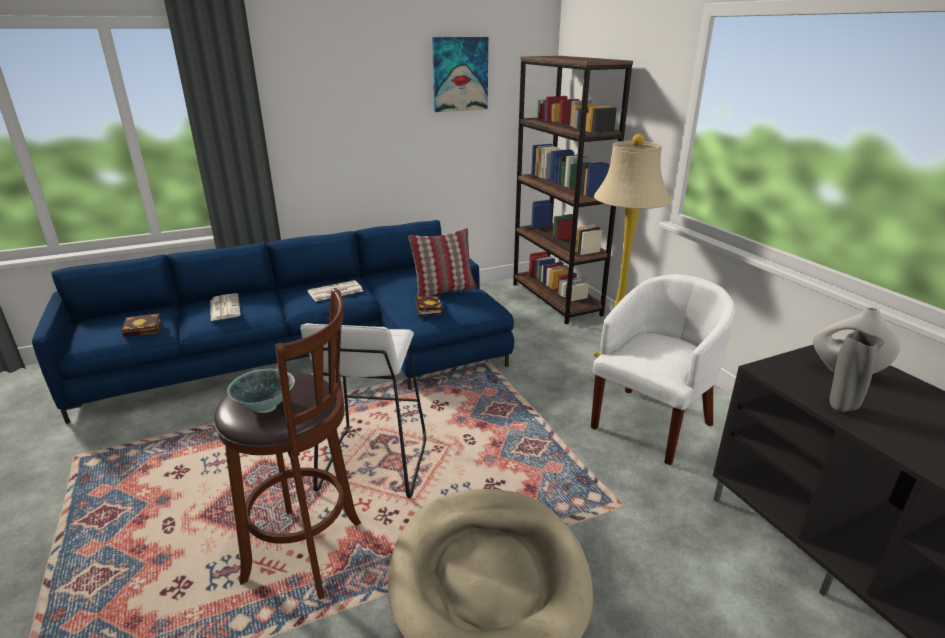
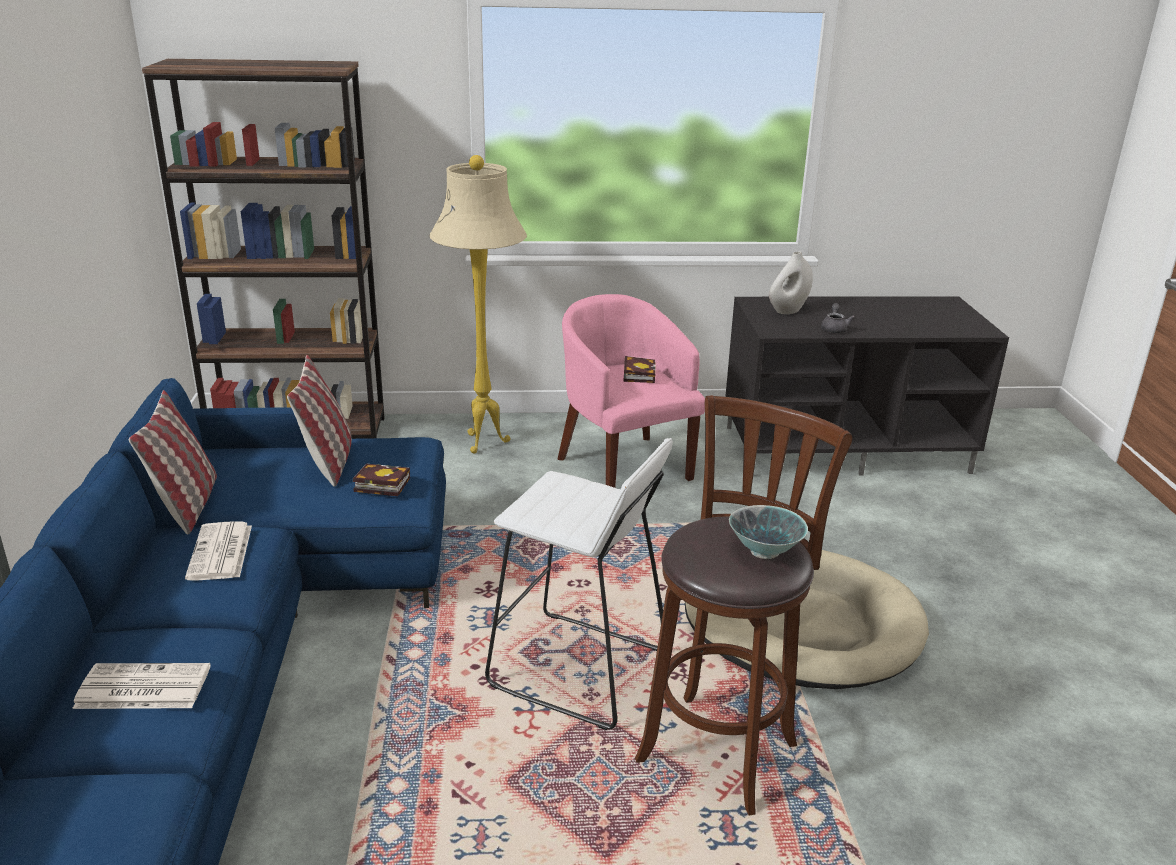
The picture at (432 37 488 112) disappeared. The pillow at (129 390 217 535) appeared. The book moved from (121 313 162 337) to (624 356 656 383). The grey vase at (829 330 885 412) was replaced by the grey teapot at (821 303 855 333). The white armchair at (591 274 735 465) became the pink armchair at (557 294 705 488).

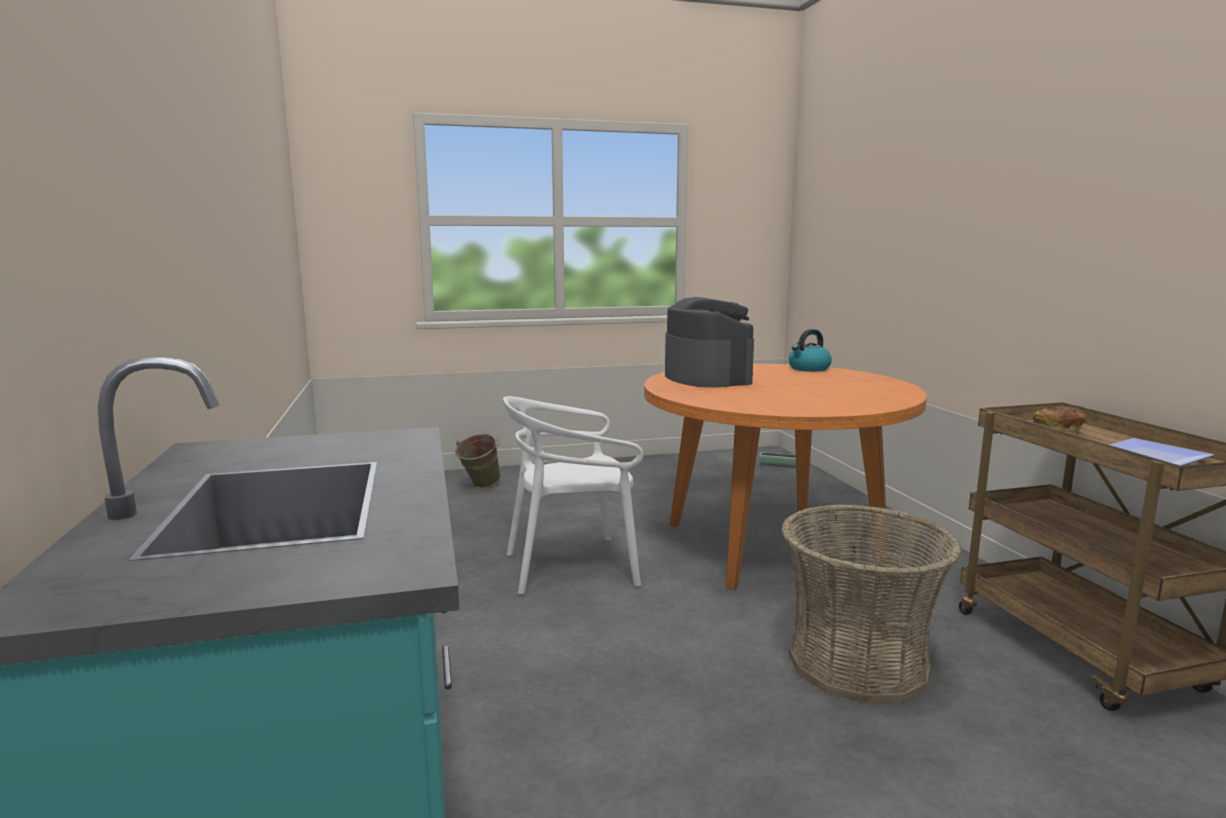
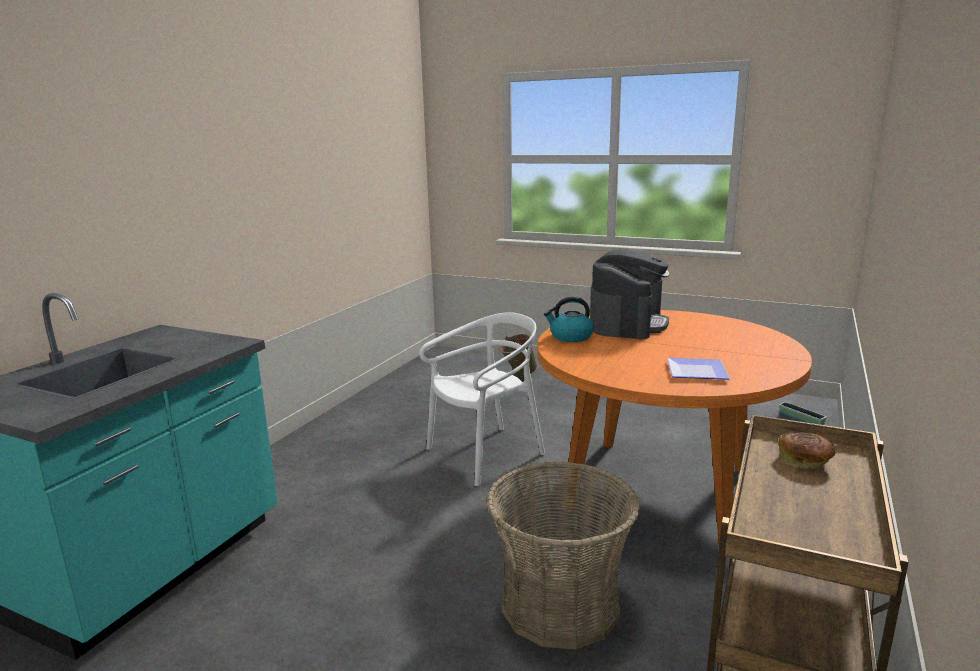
The kettle moved from (789 329 832 372) to (544 297 594 342). The plate moved from (1109 438 1214 466) to (667 358 730 380). The white chair at (503 396 644 595) turned 120 degrees clockwise.

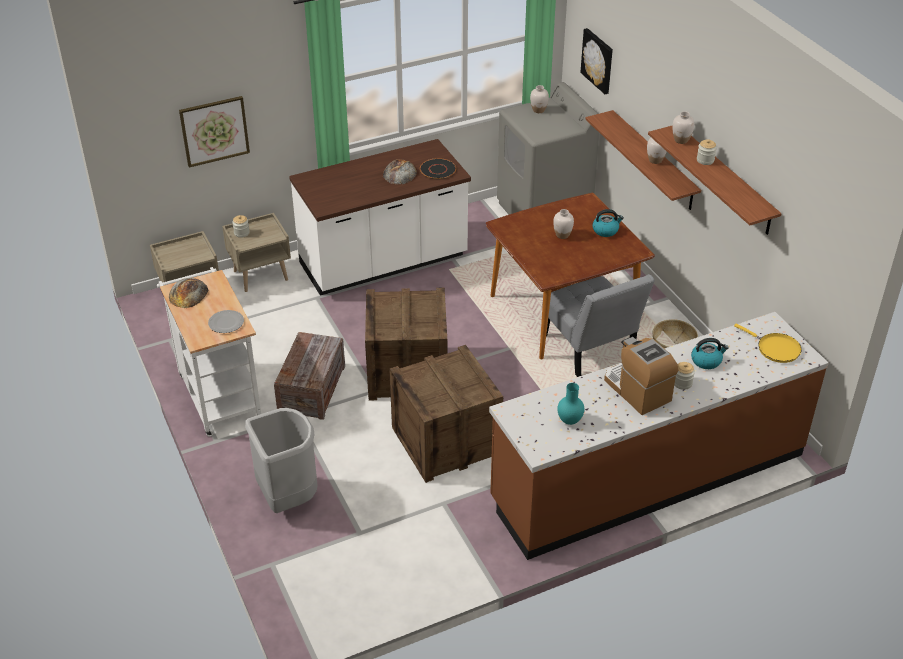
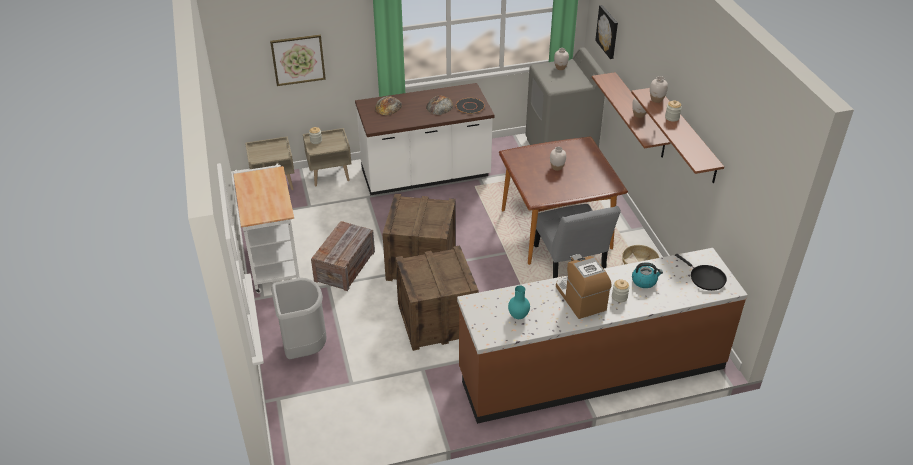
The plate at (208 310 244 333) disappeared. The kettle at (592 209 624 237) disappeared. The bread moved from (169 278 208 308) to (375 96 402 115). The yellow frying pan at (734 324 802 363) became the black frying pan at (675 254 727 291).

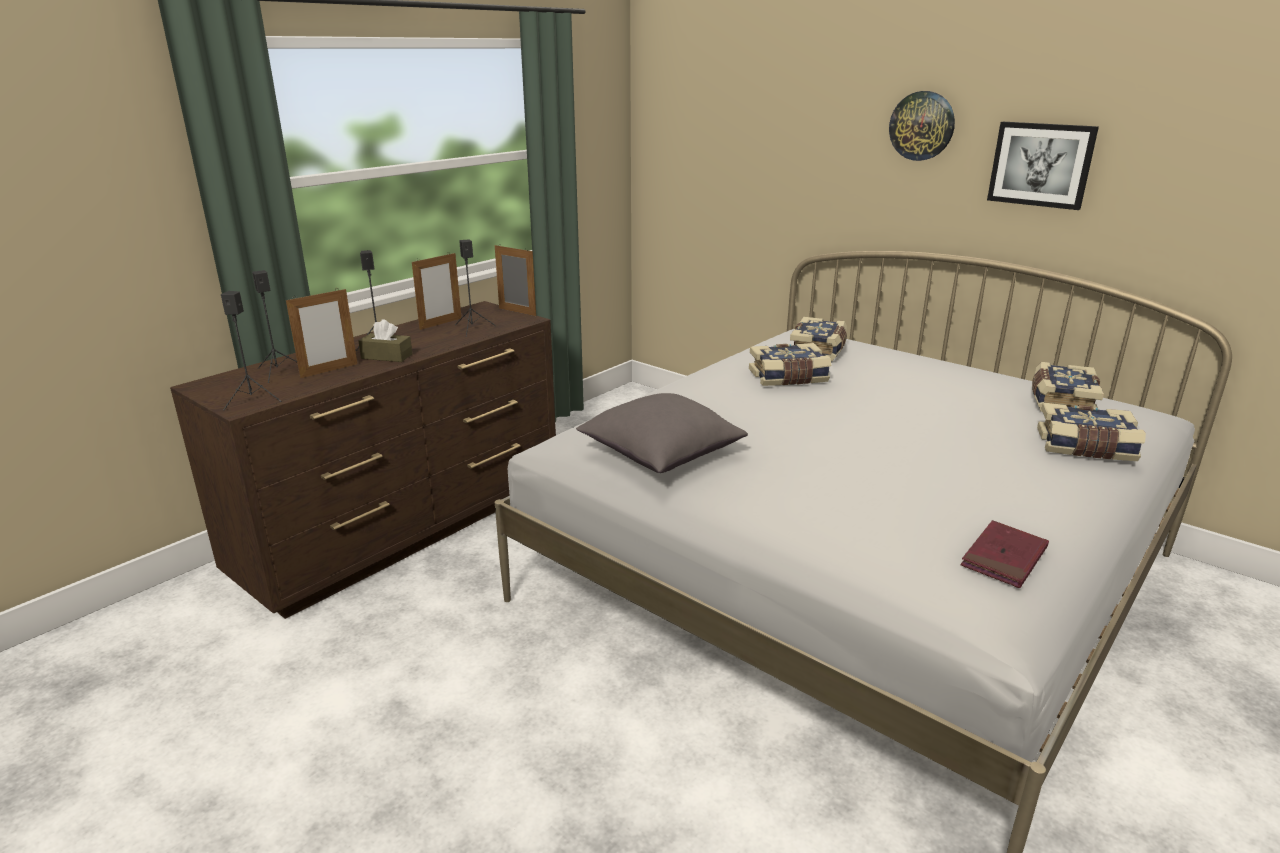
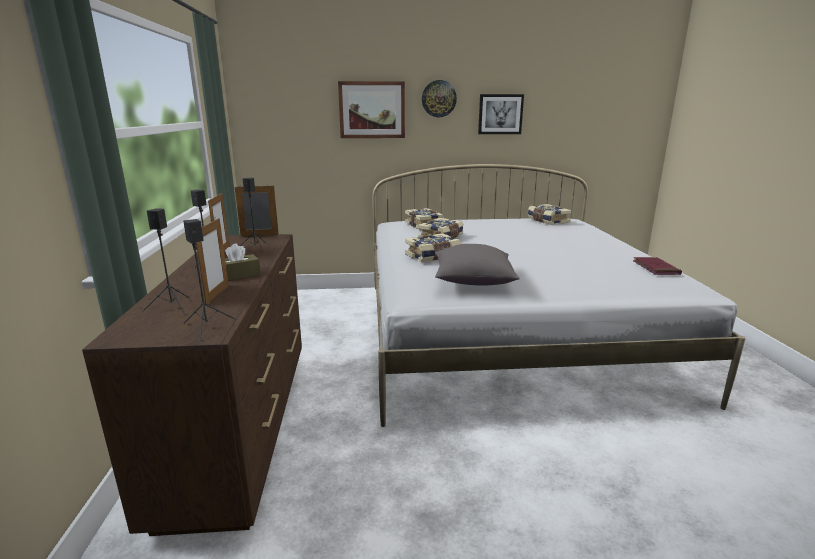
The picture at (338 81 405 138) appeared. The book moved from (1037 403 1146 461) to (405 233 461 262).

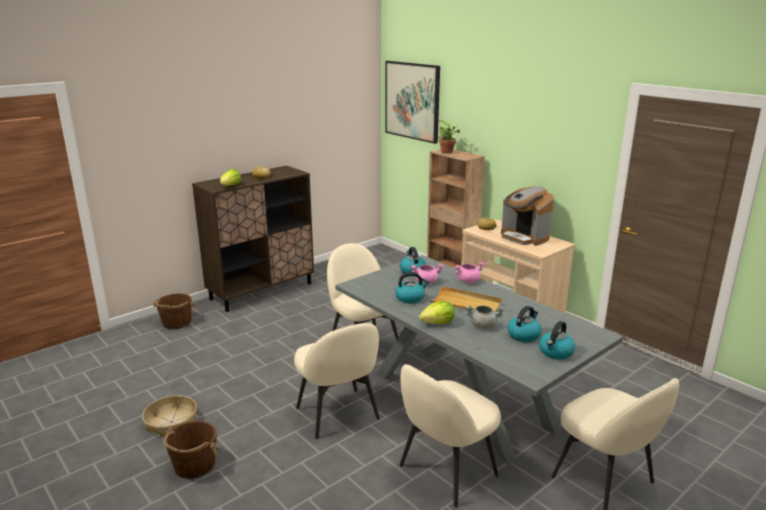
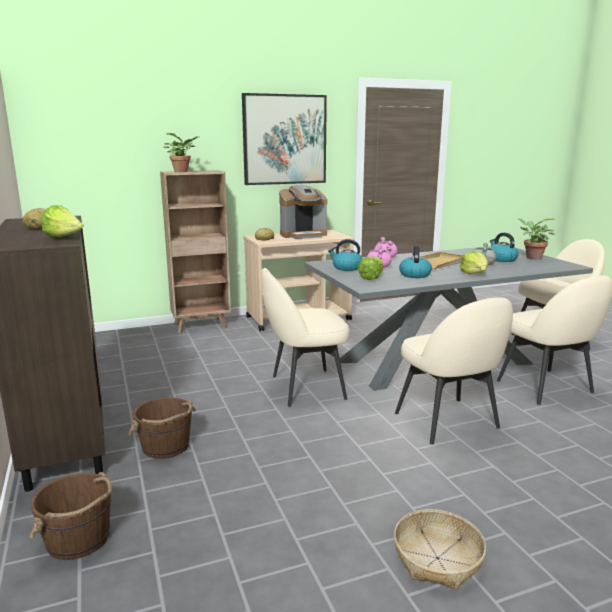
The lettuce at (358 257 383 280) appeared. The brown bucket moved from (163 421 218 479) to (128 397 196 459). The picture moved from (385 61 440 144) to (242 93 327 185). The kettle at (539 321 575 359) was replaced by the potted plant at (519 218 555 259). The beige chair at (294 323 380 439) turned 75 degrees clockwise.

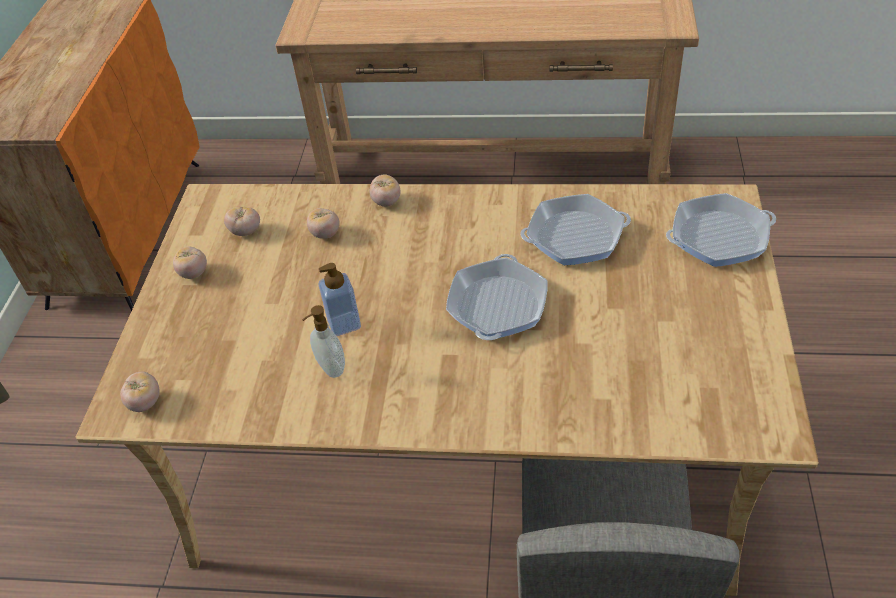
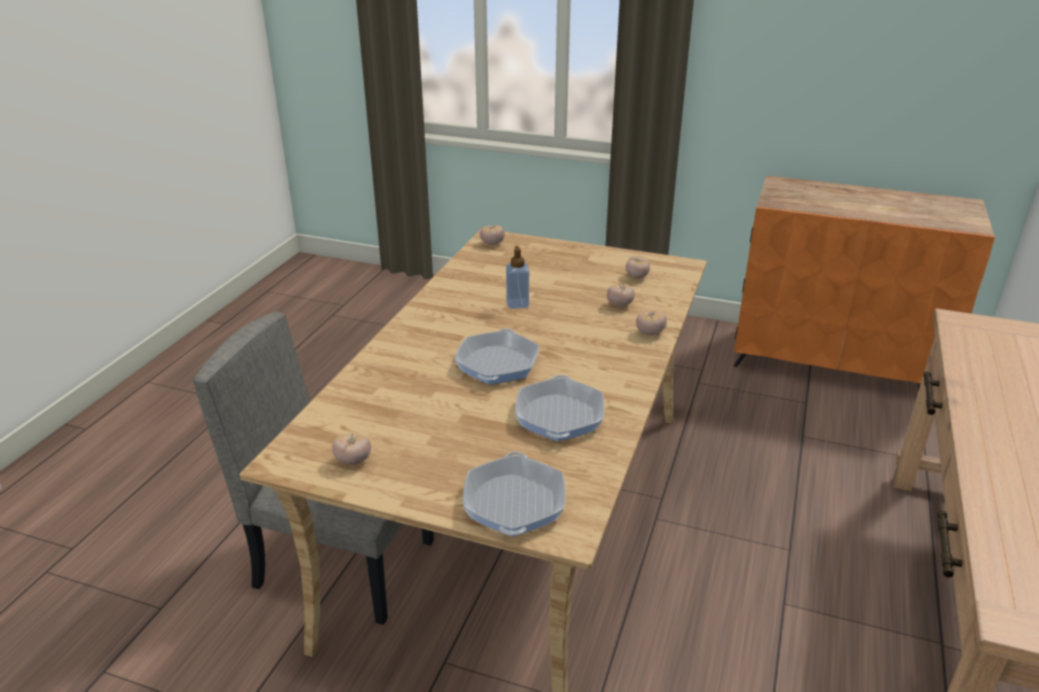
The soap dispenser at (302 305 345 378) disappeared. The tomato moved from (173 247 207 279) to (332 433 371 465). The frying pan at (446 254 547 340) turned 105 degrees counterclockwise.

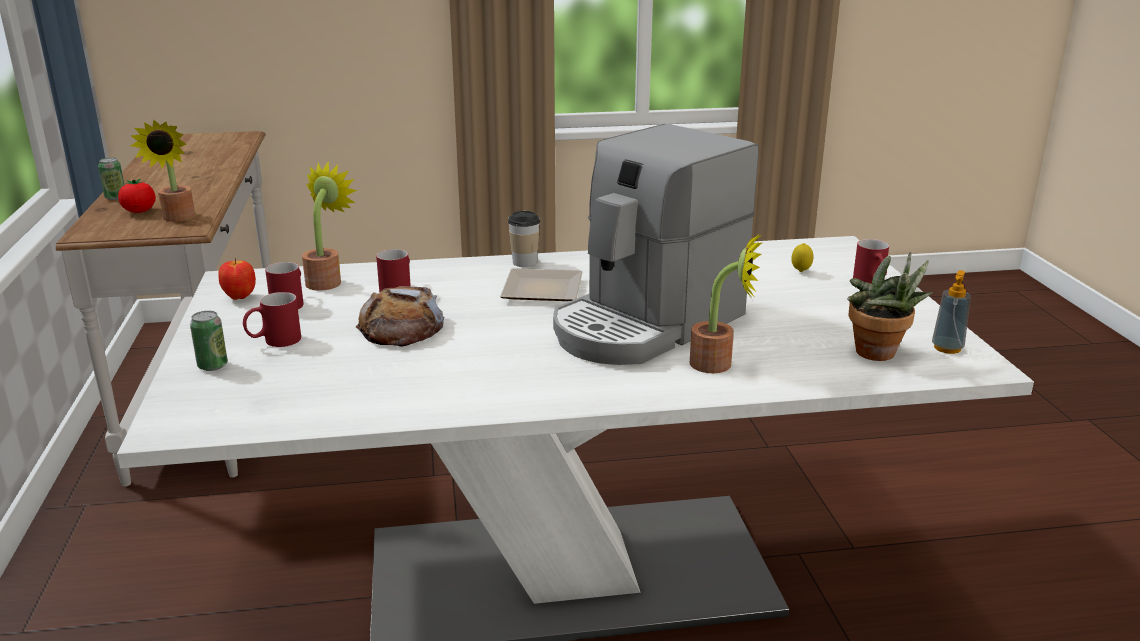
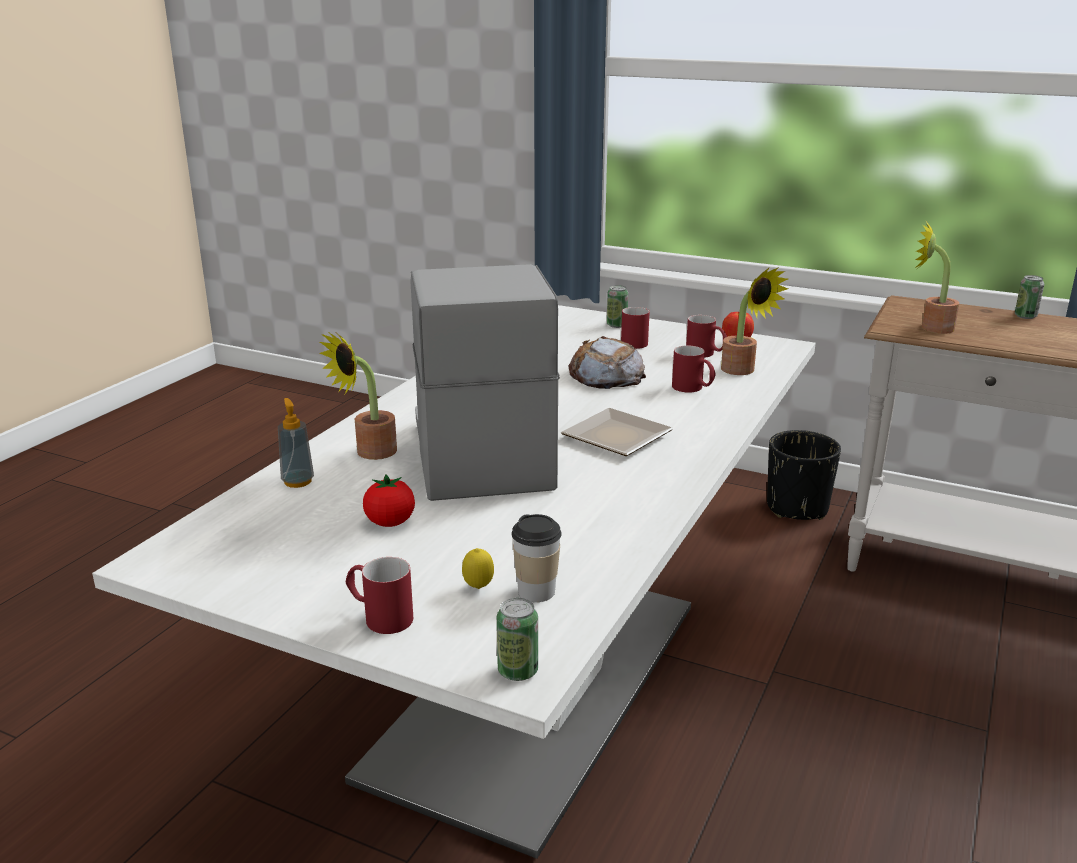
The potted plant at (848 252 933 361) disappeared. The can at (497 598 538 681) appeared. The black planter at (767 430 841 520) appeared. The tomato moved from (118 178 156 213) to (363 474 415 527). The cup moved from (508 211 540 267) to (511 514 562 602). The soap dispenser moved from (932 270 971 354) to (278 398 314 488).

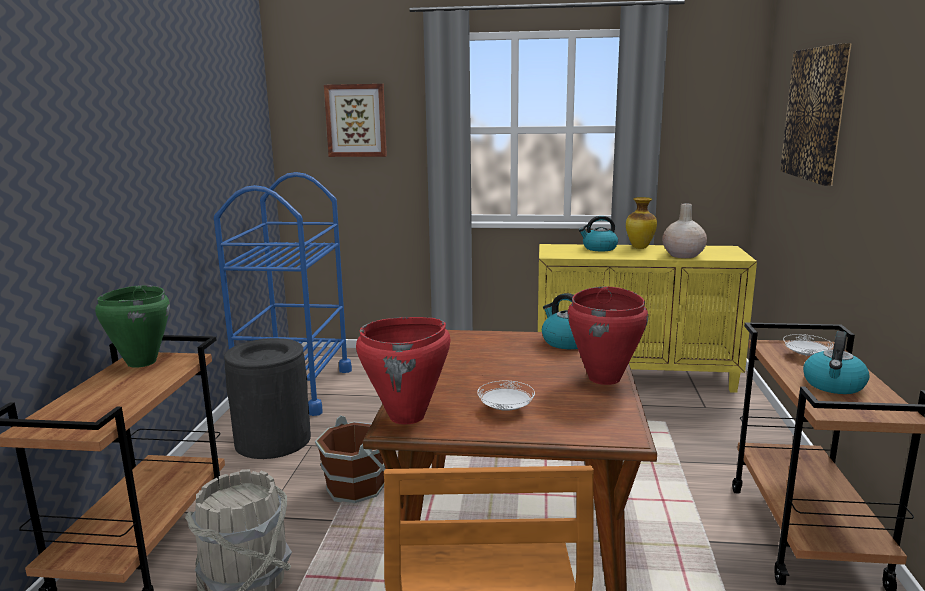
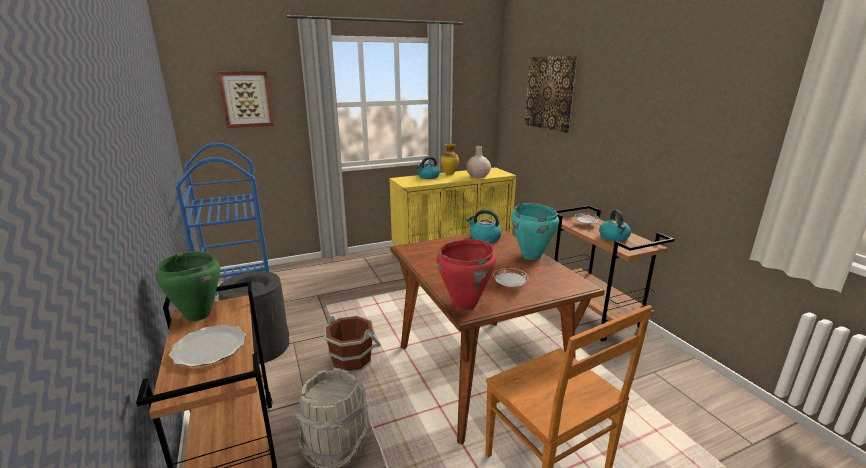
The plate at (169 325 246 367) appeared. The red cooking pot at (567 286 648 385) became the turquoise cooking pot at (511 203 559 260).

